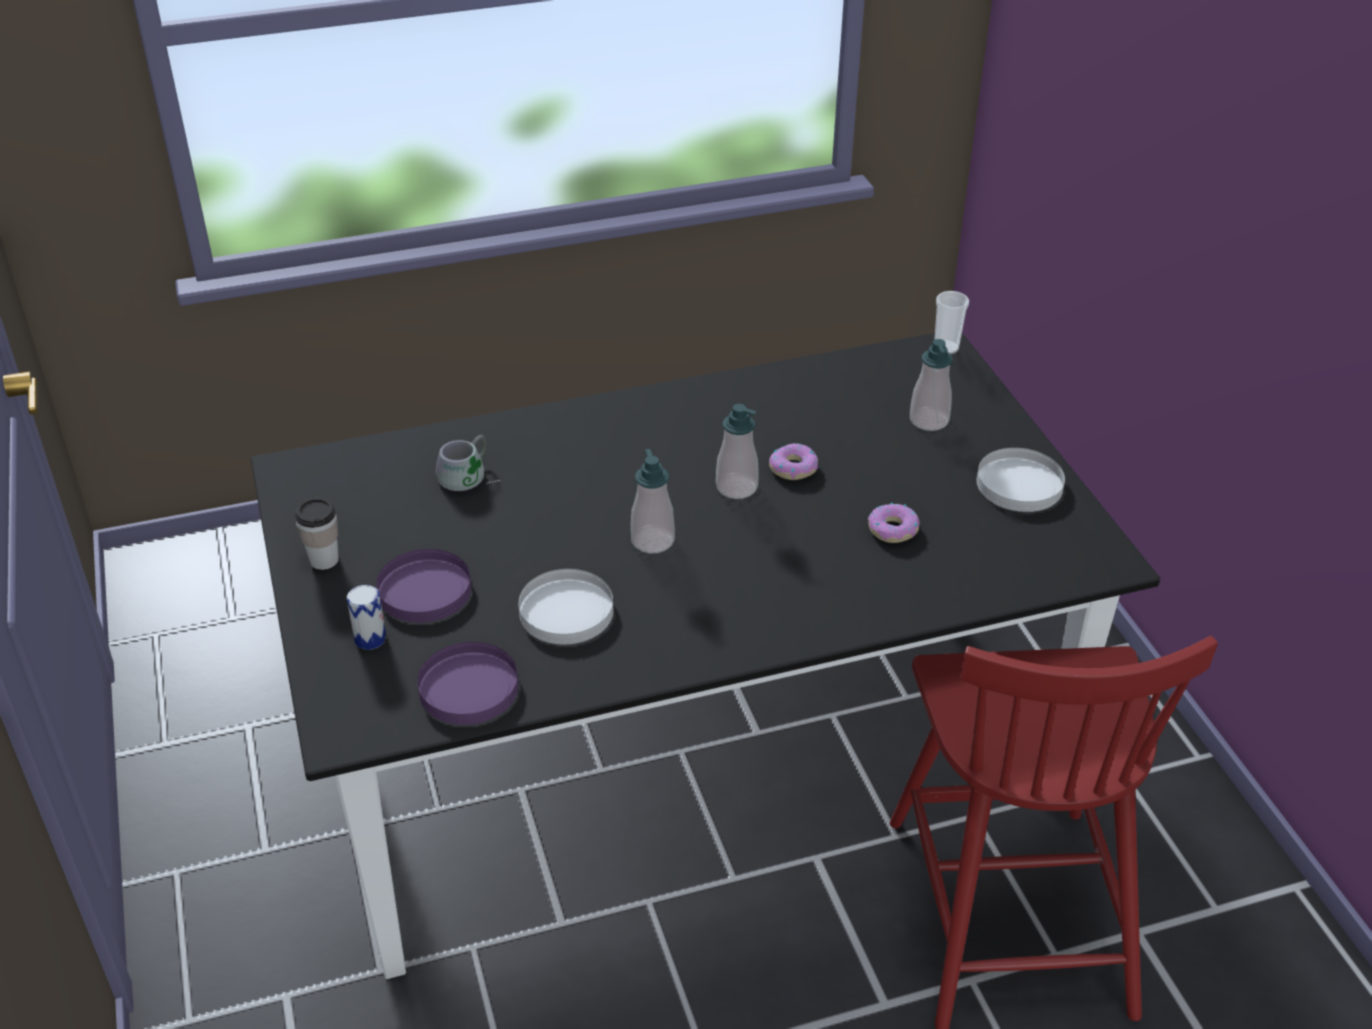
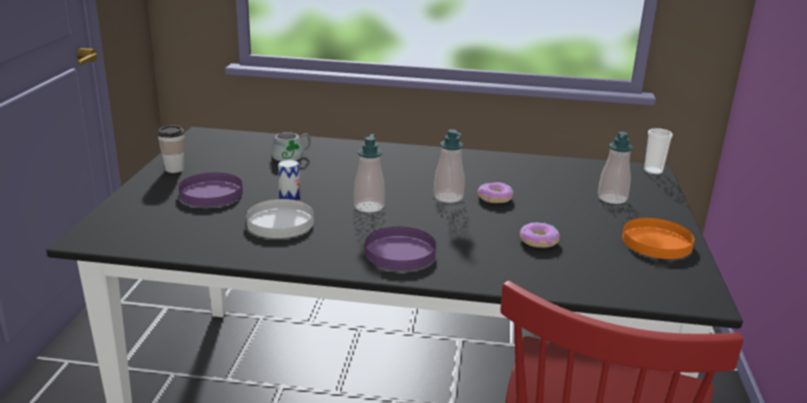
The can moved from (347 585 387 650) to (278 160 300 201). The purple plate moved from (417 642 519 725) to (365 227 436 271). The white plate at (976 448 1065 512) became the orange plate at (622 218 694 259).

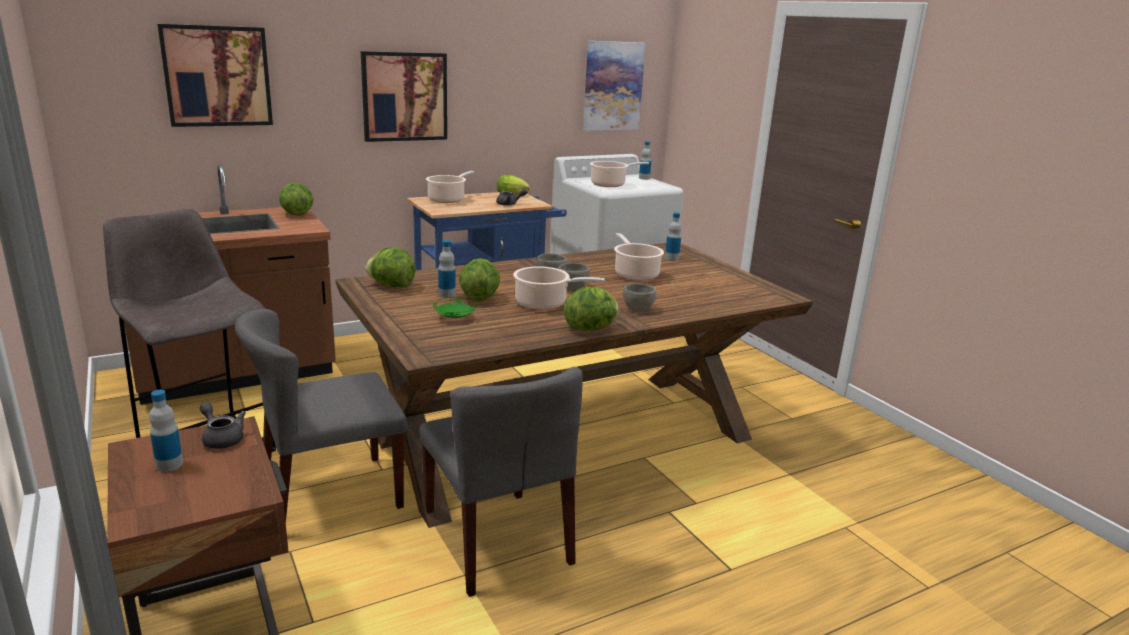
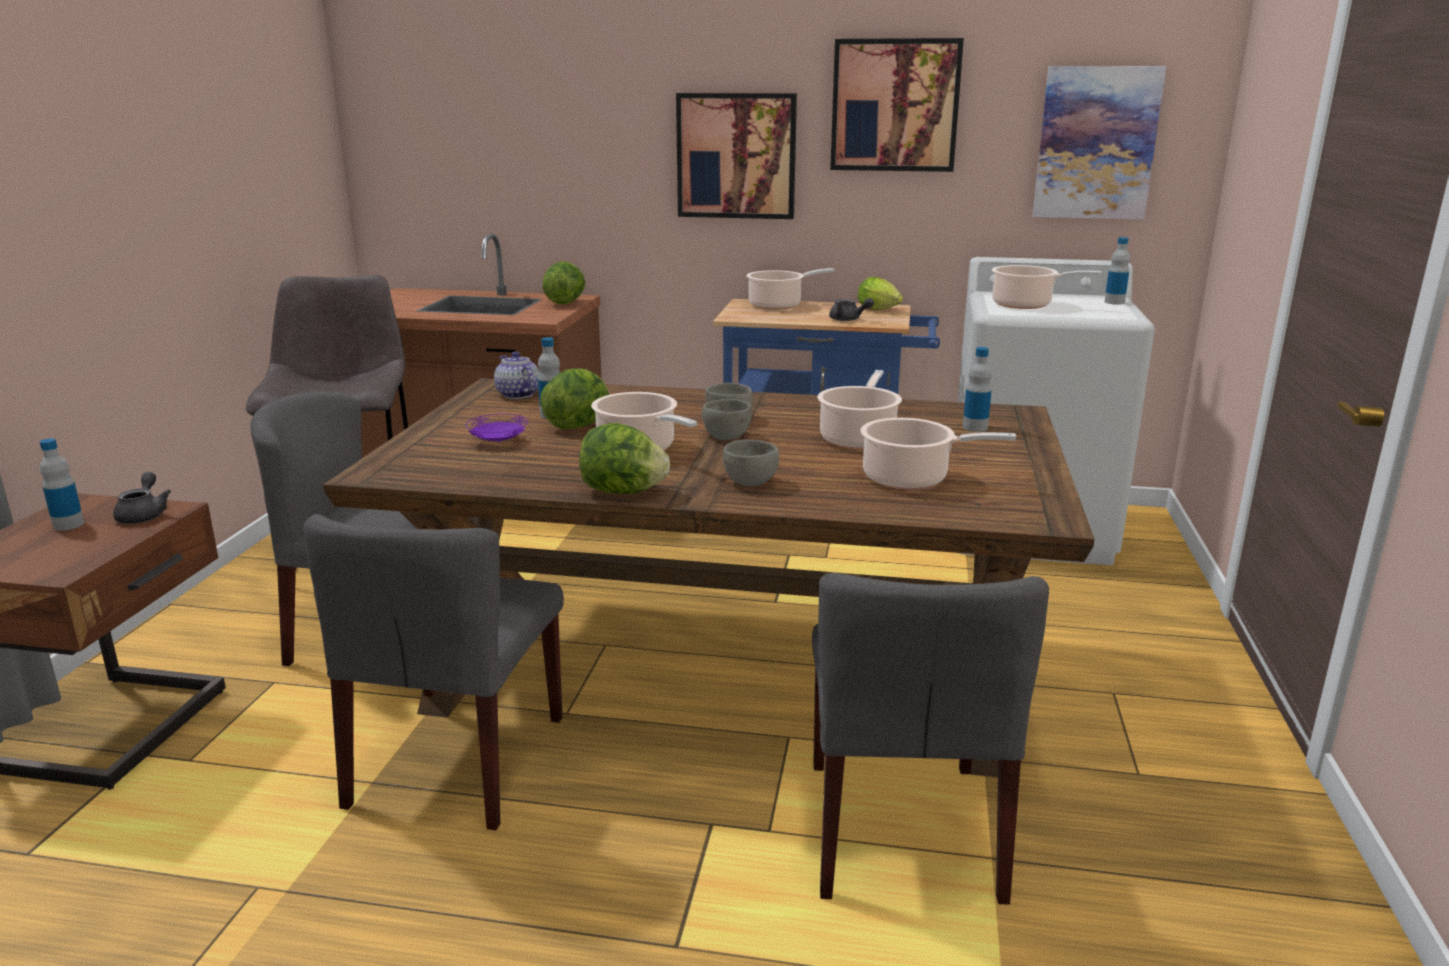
The grey chair at (812 573 1049 904) appeared. The cooking pot at (861 418 1016 490) appeared. The picture moved from (157 24 273 127) to (830 38 964 172). The lettuce at (365 247 416 287) was replaced by the teapot at (494 352 539 399). The green plate at (433 297 477 318) became the purple plate at (466 414 528 442).

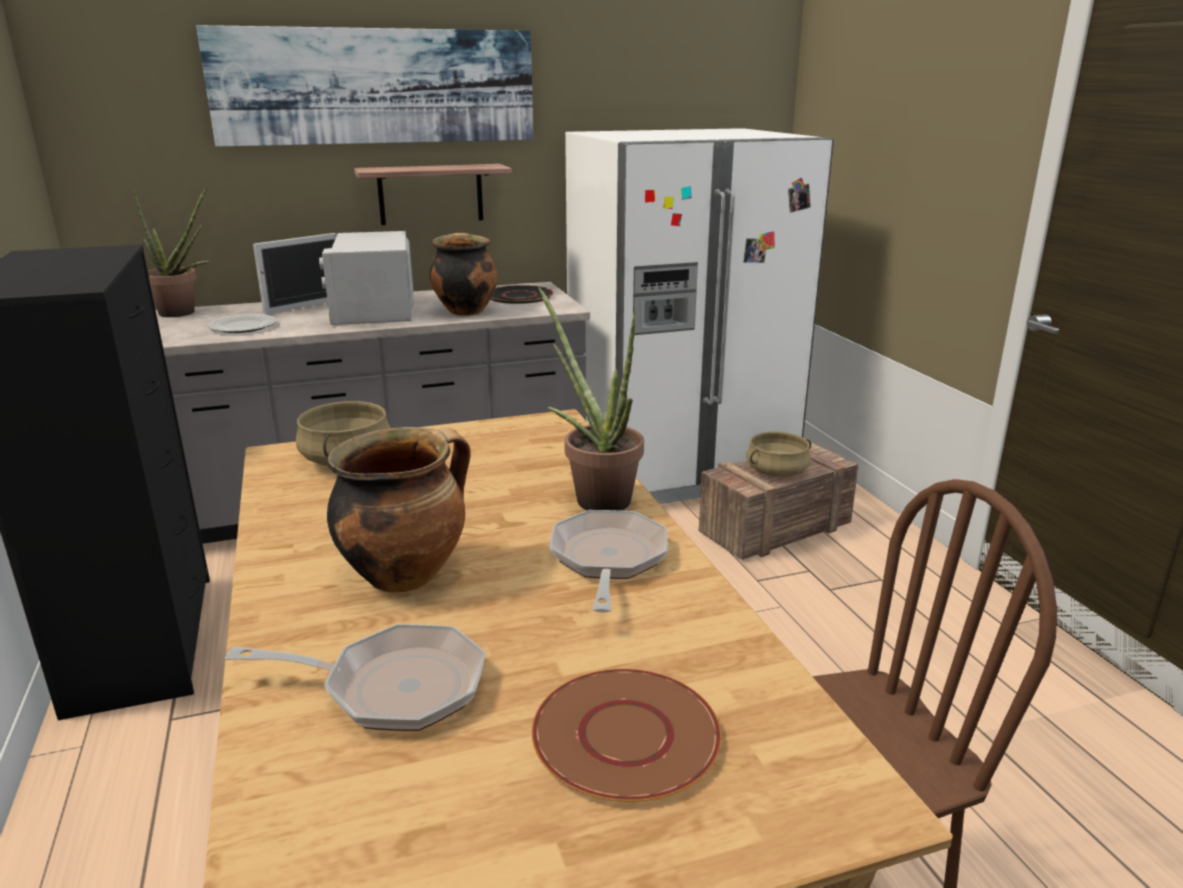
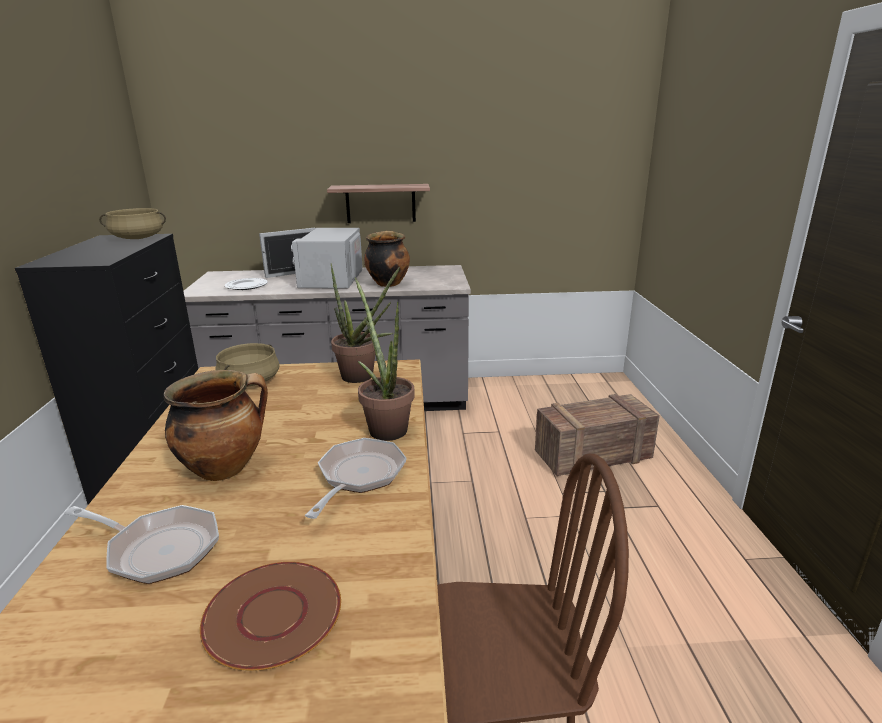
The picture at (196 25 533 147) disappeared. The black plate at (490 285 554 304) disappeared. The white fridge at (565 128 834 504) disappeared. The potted plant moved from (133 187 210 317) to (331 263 400 383). The beige cooking pot moved from (746 431 811 477) to (99 208 166 239).

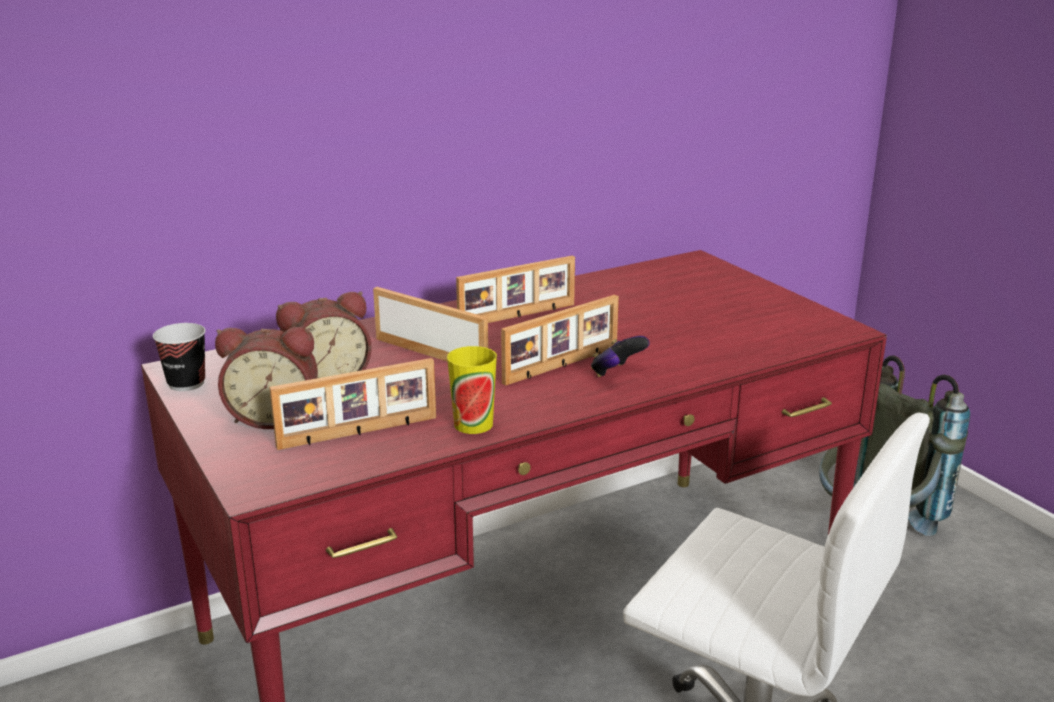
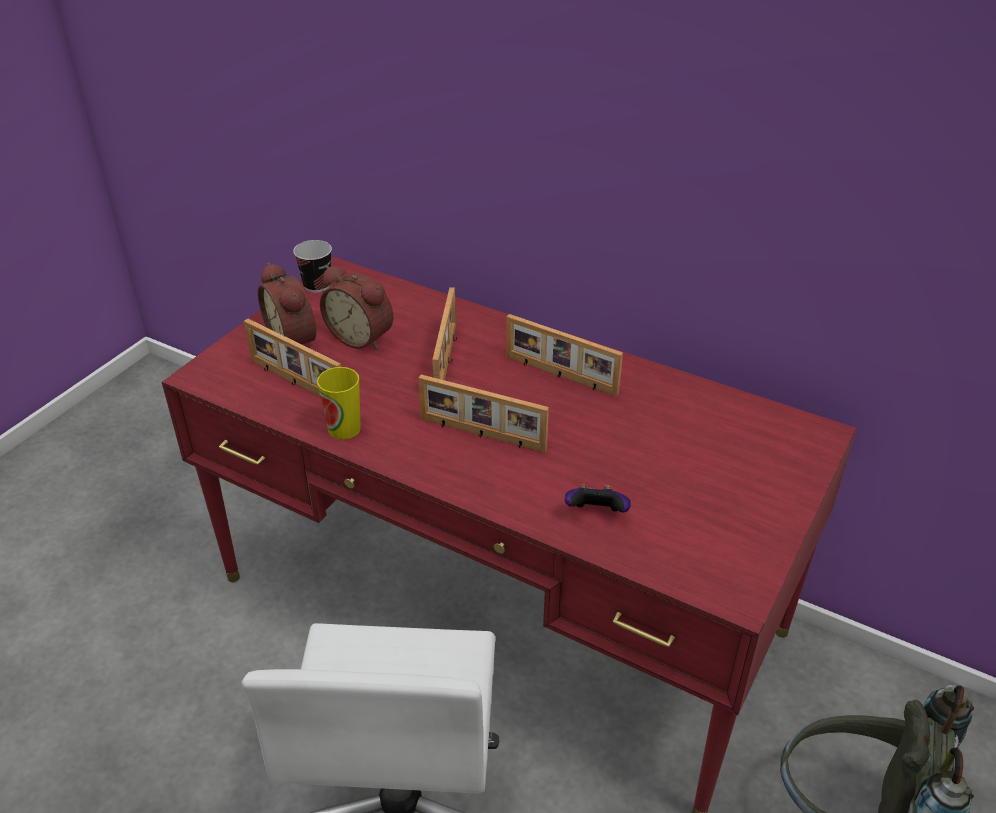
The game controller moved from (591 336 650 377) to (565 484 631 513).

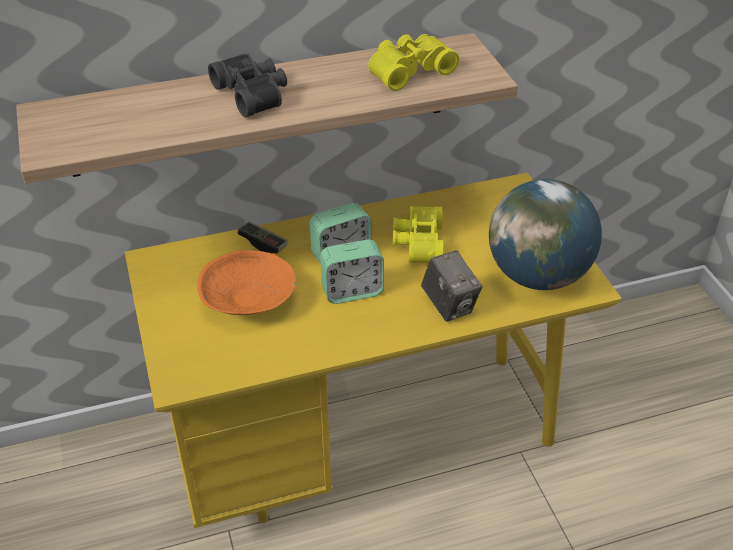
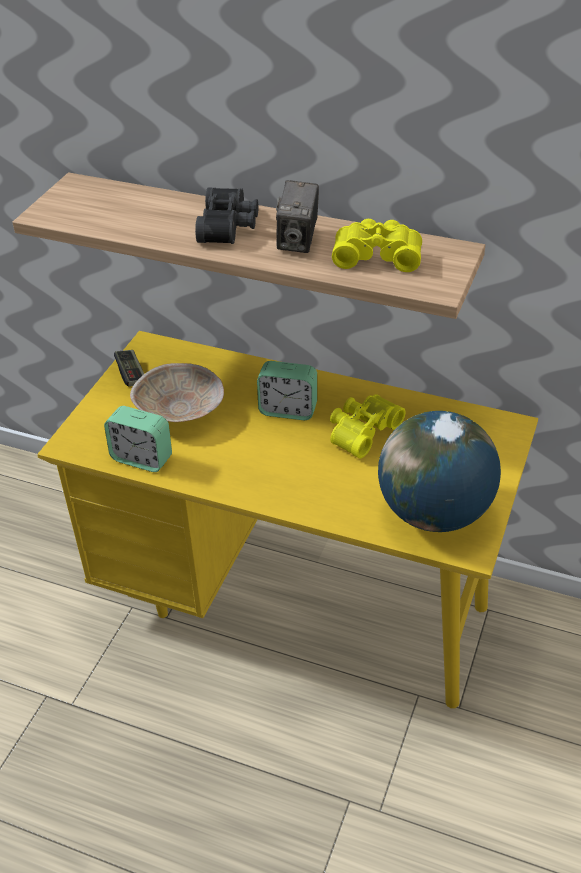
The game controller moved from (237 221 288 253) to (114 350 144 386). The alarm clock moved from (320 239 384 304) to (104 406 172 472). The photo camera moved from (421 250 482 322) to (276 180 319 253). The orange bowl at (197 250 296 315) became the beige bowl at (130 363 224 422).

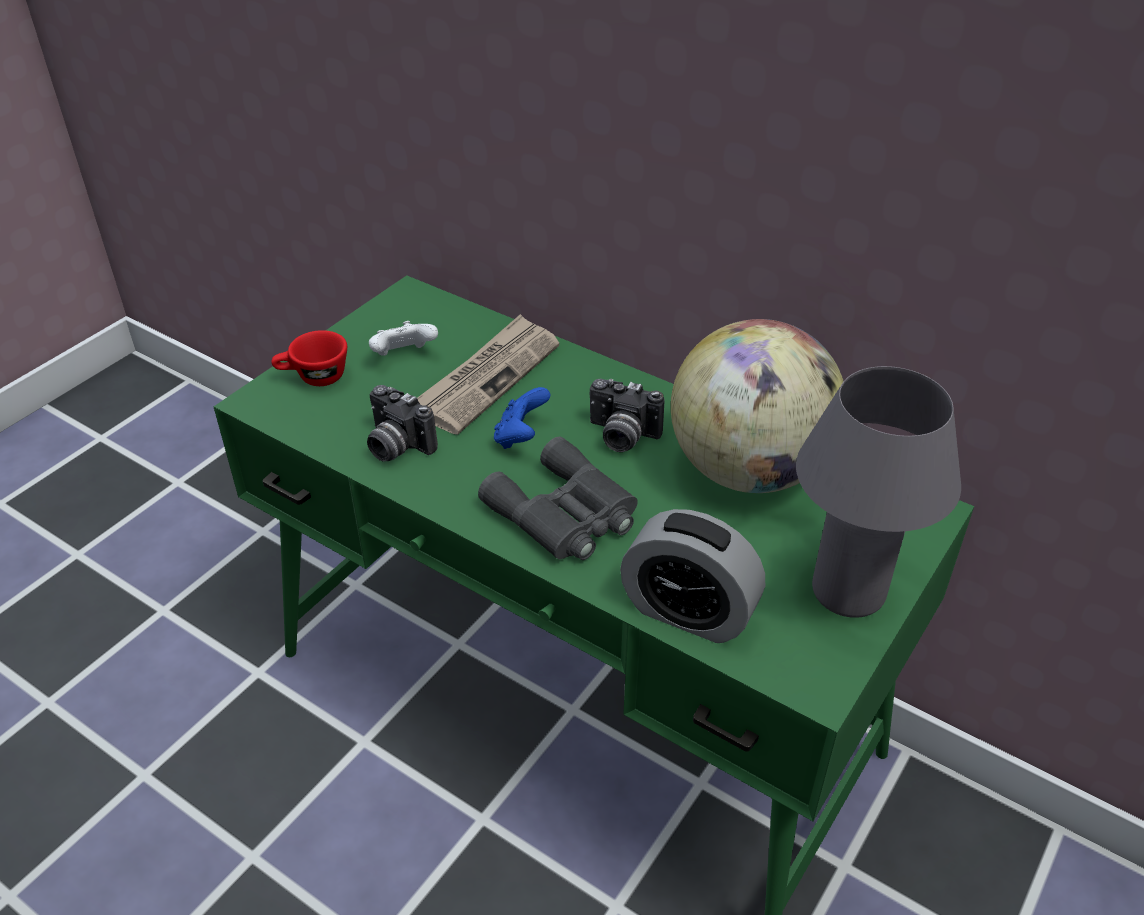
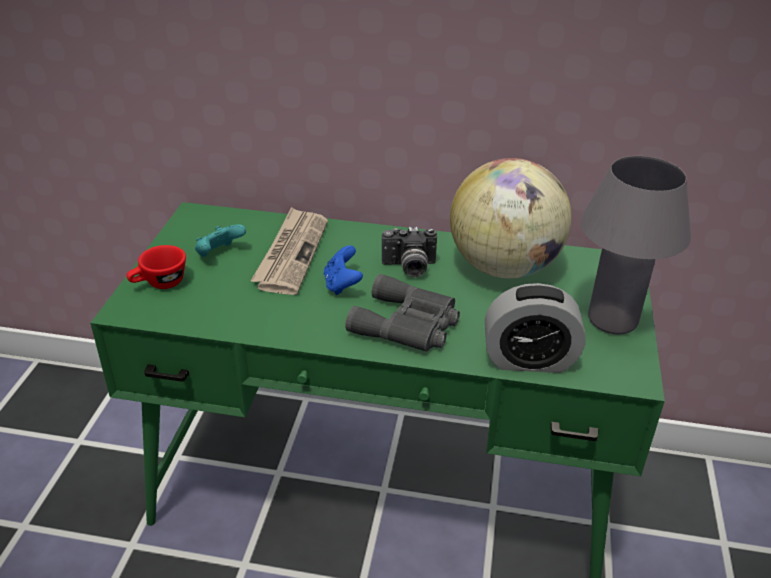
The photo camera at (367 385 438 462) disappeared. The white game controller at (369 321 438 356) became the turquoise game controller at (195 224 246 257).

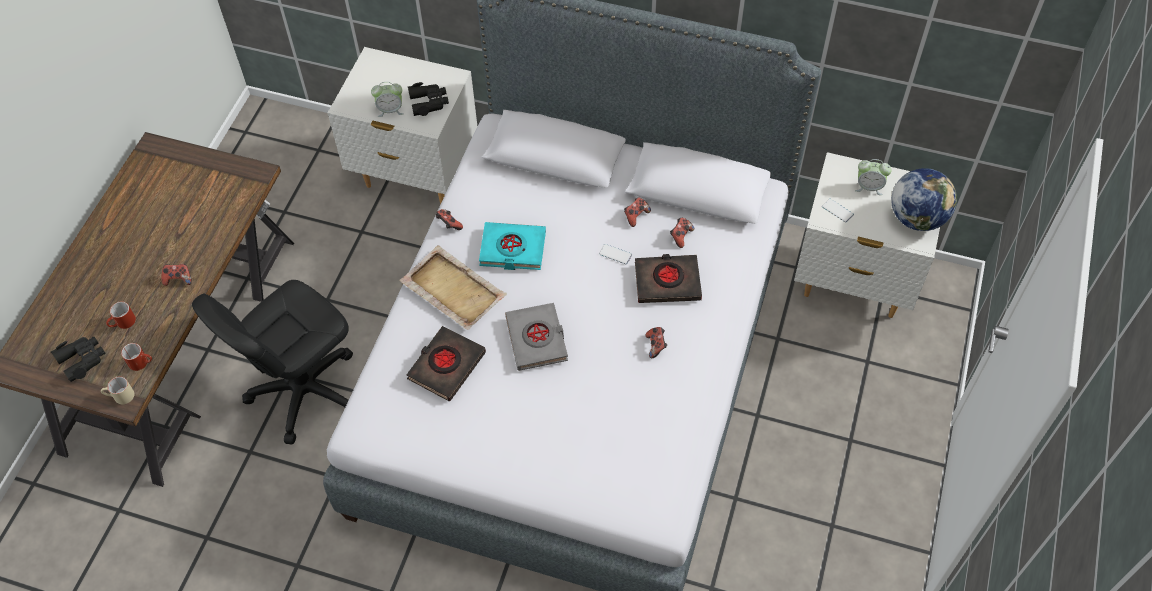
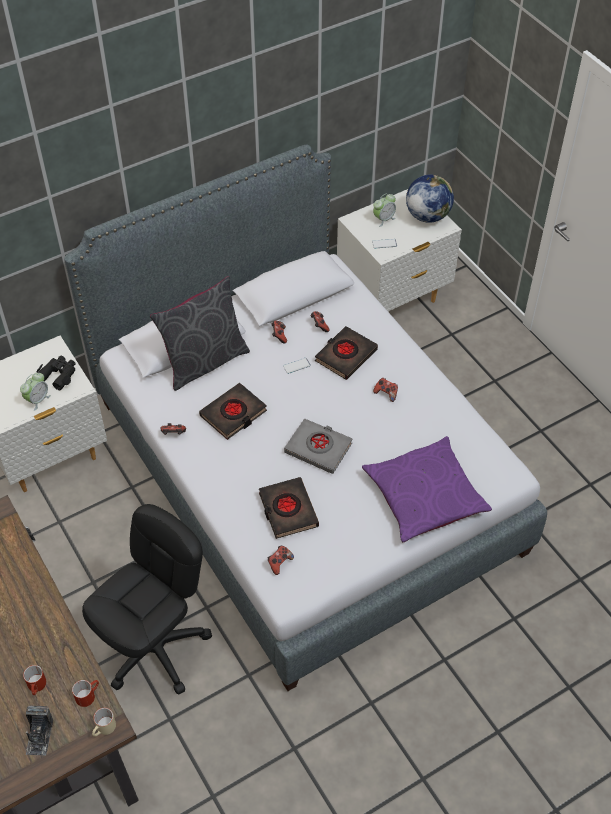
The beige tray at (399 245 507 330) disappeared. The grey pillow at (150 276 250 391) appeared. The purple pillow at (362 436 492 542) appeared. The game controller moved from (161 264 192 286) to (268 546 294 575). The black binoculars at (51 337 105 382) was replaced by the photo camera at (26 706 53 756). The turquoise book at (479 222 546 270) became the black book at (199 383 267 440). The black office chair at (192 280 353 444) turned 135 degrees counterclockwise.

